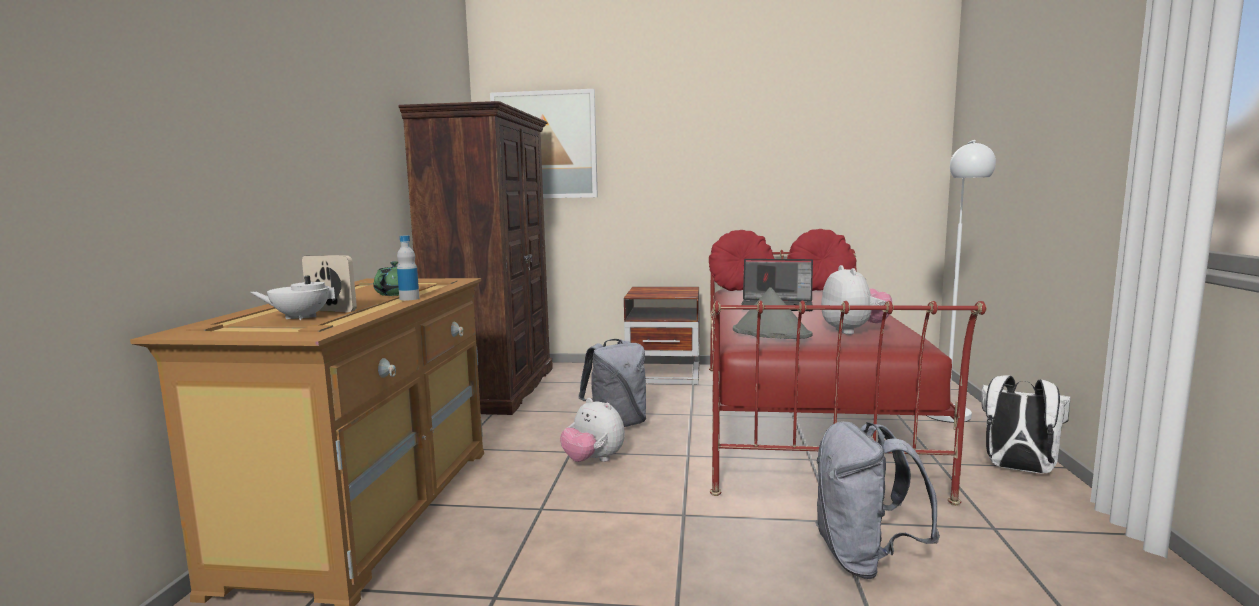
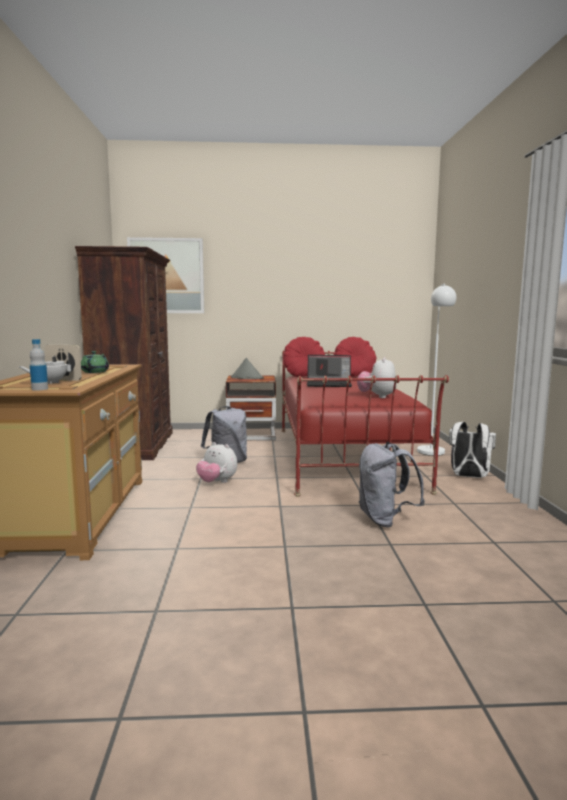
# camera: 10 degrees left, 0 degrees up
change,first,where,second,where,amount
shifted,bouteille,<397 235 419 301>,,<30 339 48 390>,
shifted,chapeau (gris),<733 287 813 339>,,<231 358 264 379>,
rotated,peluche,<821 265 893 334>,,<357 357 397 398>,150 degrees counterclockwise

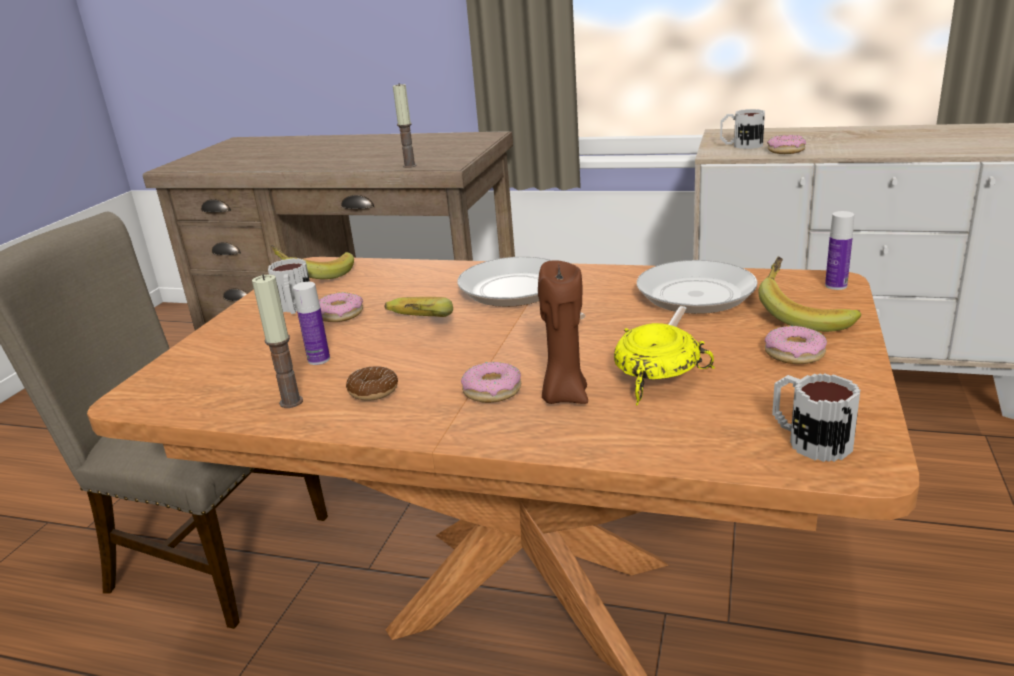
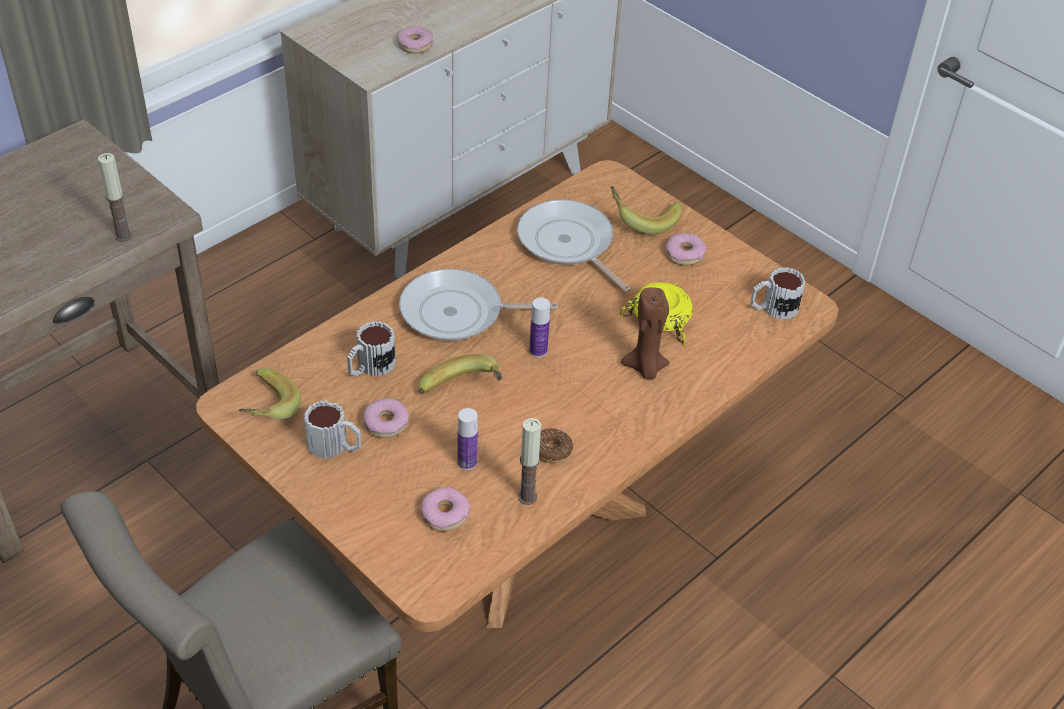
# camera: 65 degrees left, 20 degrees up
change,first,where,second,where,amount
shifted,mug,<720 109 765 149>,,<347 321 395 377>,
shifted,beignet,<461 362 521 403>,,<421 487 470 532>,
shifted,bouteille,<825 211 854 290>,,<529 297 550 357>,

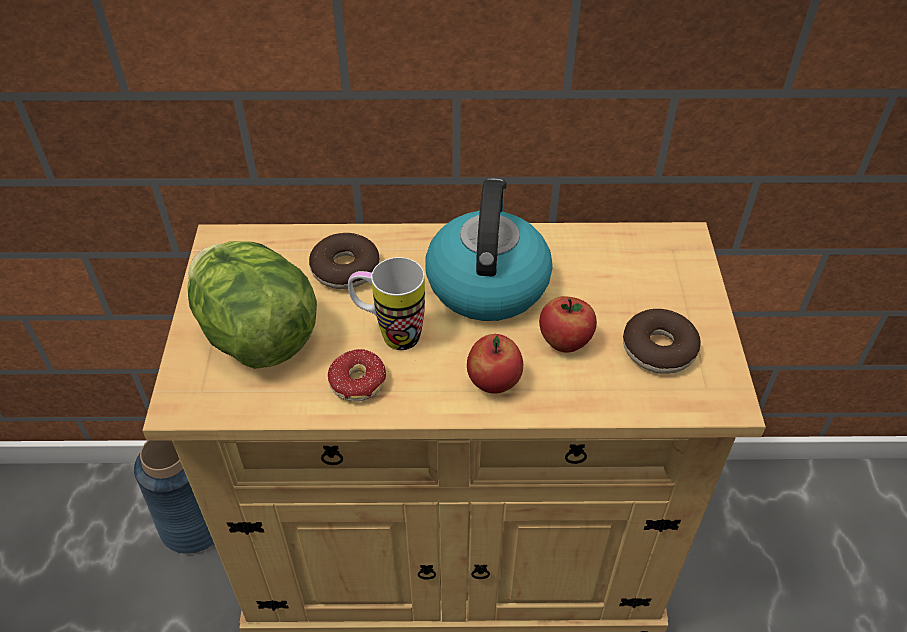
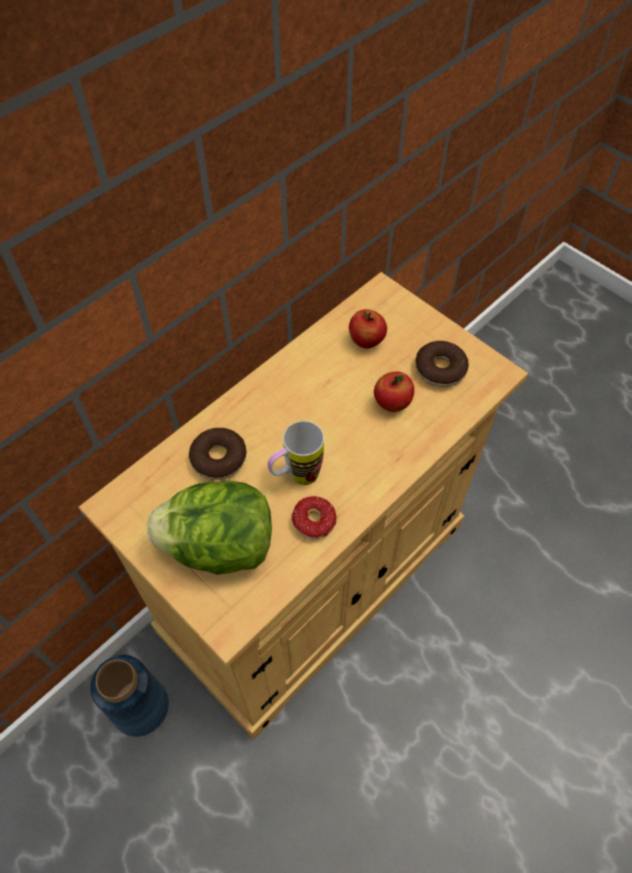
# camera: 45 degrees left, 10 degrees up
change,first,where,second,where,amount
shifted,pomme,<467 334 523 394>,,<349 309 387 348>,
gone,bouilloire,<425 178 553 321>,,,

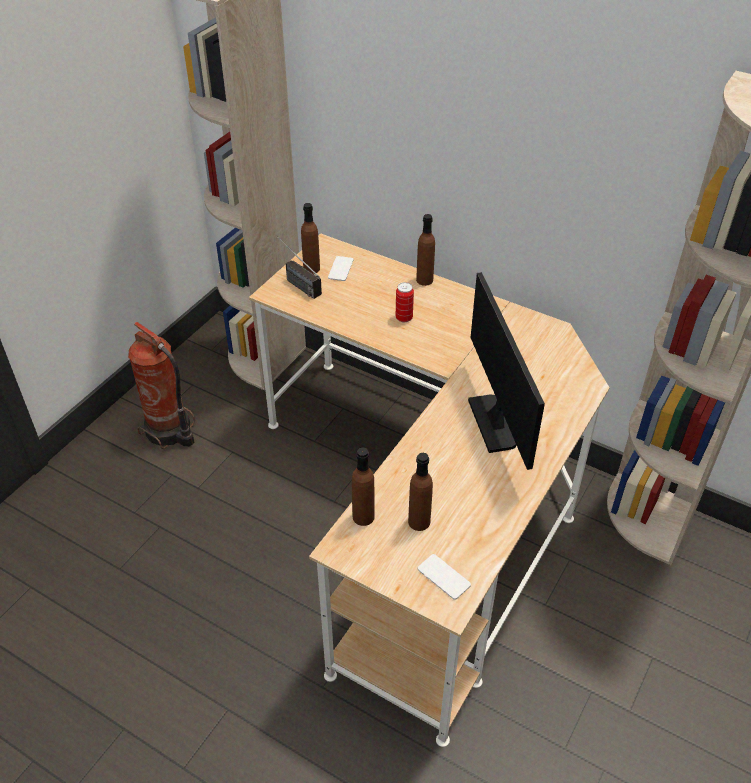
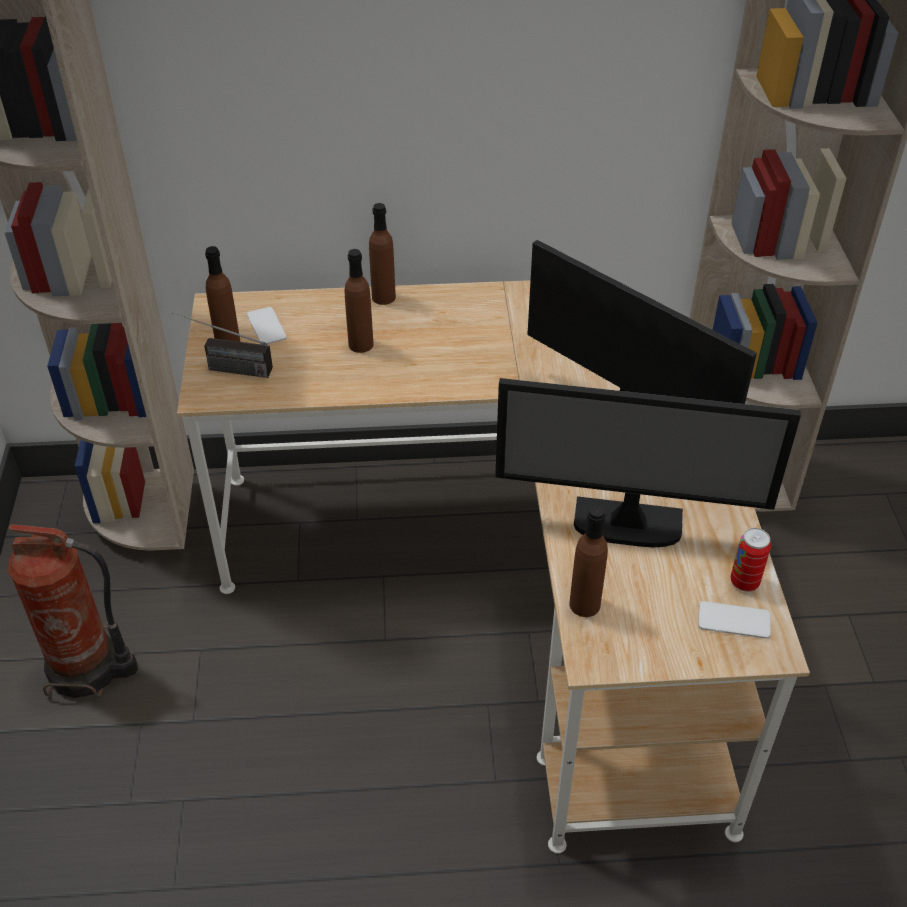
# camera: 35 degrees left, 0 degrees up
change,first,where,second,where,amount
shifted,bouteille (marron),<408 453 433 531>,,<345 249 374 353>,
new,,,écran d'ordinateur,<495 378 801 547>,
shifted,boîte métallique,<396 282 414 322>,,<731 528 771 592>,

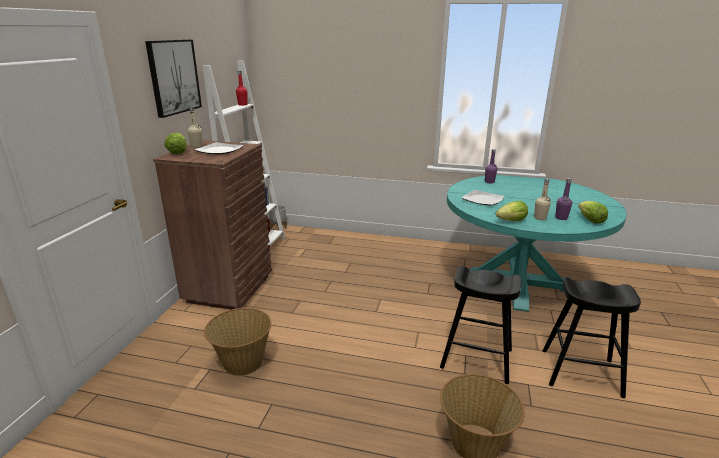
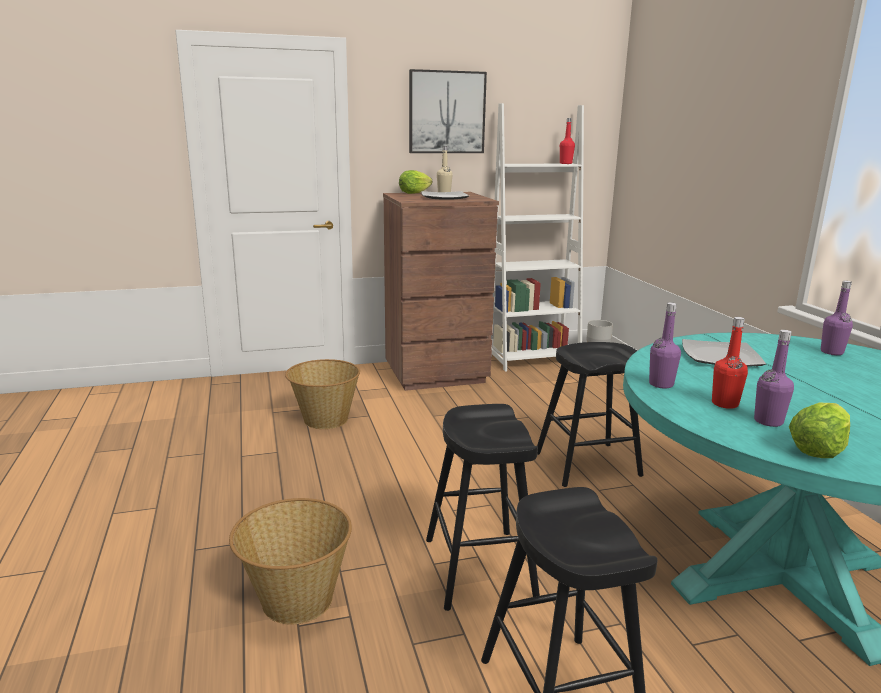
# camera: 60 degrees right, 5 degrees down
change,first,where,second,where,amount
new,,,tabouret (noir),<537 342 644 487>,
swapped,laitue,<496 201 528 221>,bouteille (violet),<649 303 681 389>,
repainted,bouteille (beige),<534 178 551 220>,bouteille (rouge),<712 317 748 409>,

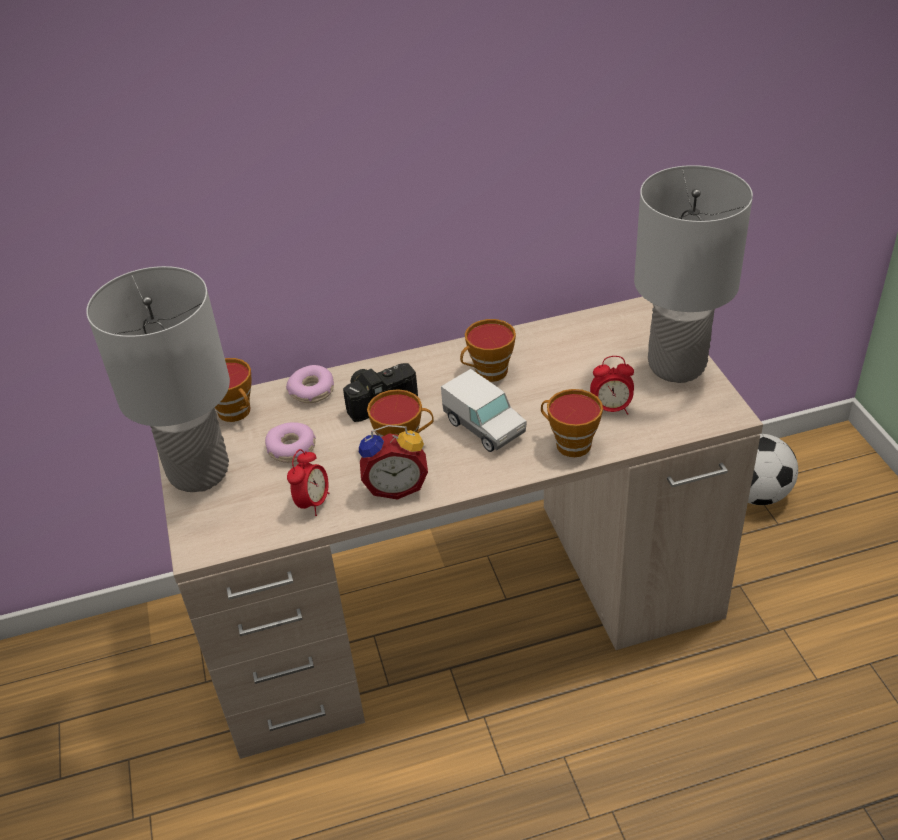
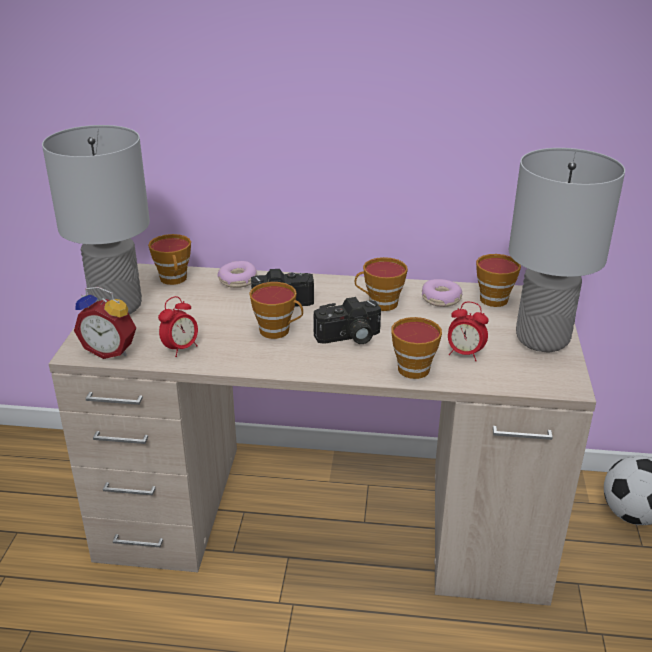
# camera: 20 degrees right, 10 degrees down
change,first,where,second,where,amount
shifted,réveil,<359 425 428 500>,,<74 287 136 359>,
swapped,camion jouet,<441 369 526 452>,appareil photo,<314 297 381 344>,
shifted,beignet,<265 422 316 463>,,<422 279 463 307>,
new,,,tasse,<476 254 521 307>,

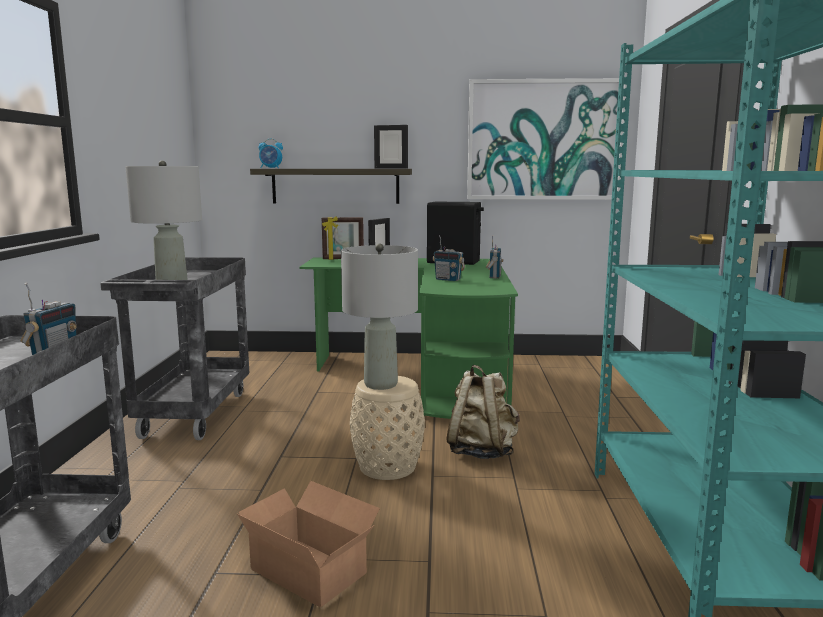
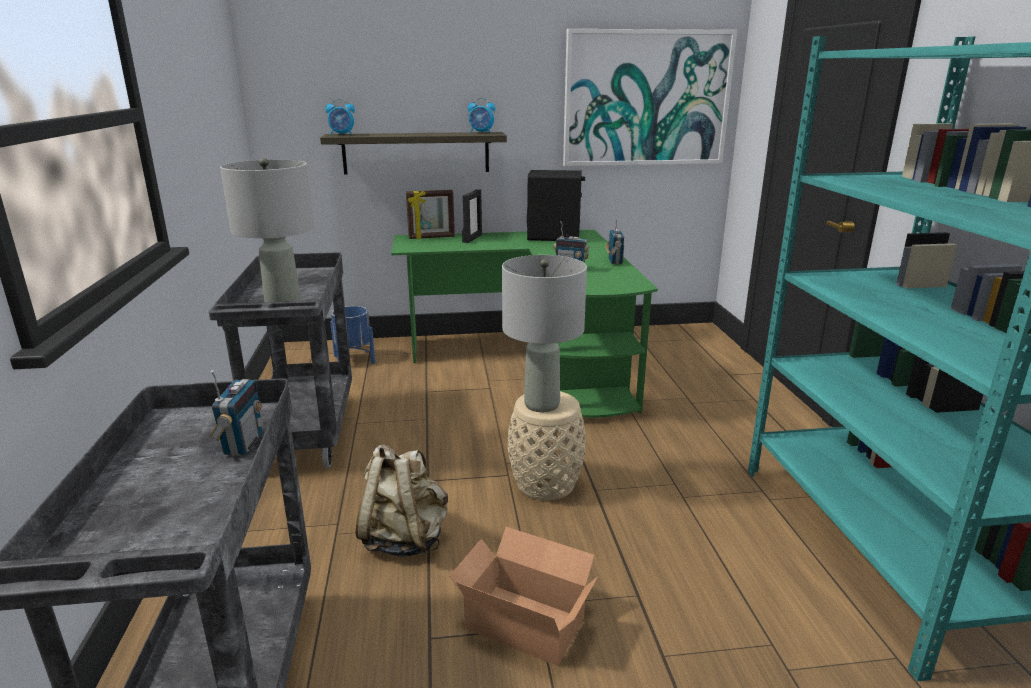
# camera: 10 degrees left, 10 degrees up
change,first,where,second,where,amount
new,,,cache-pot (bleu),<330 306 375 364>,
shifted,sac à dos (beige),<446 365 519 459>,,<356 445 448 557>,
swapped,cadre photo,<374 125 408 168>,réveil,<468 98 495 133>,

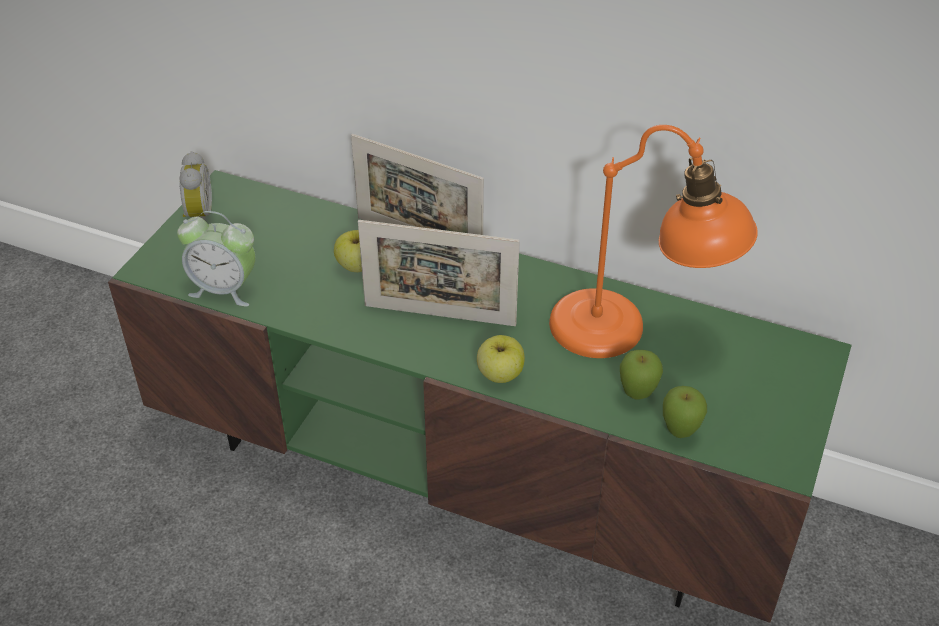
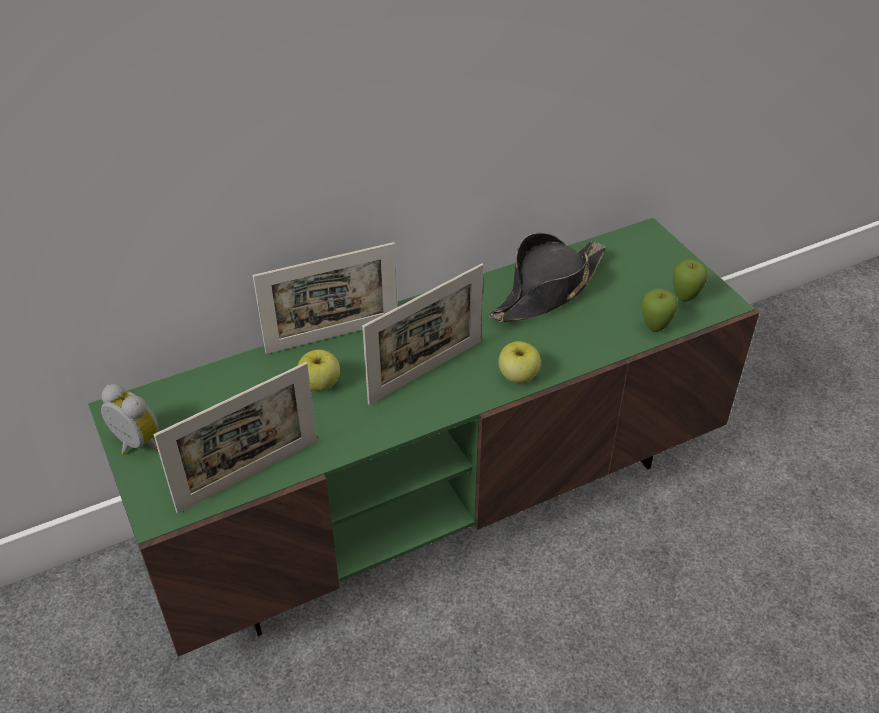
# camera: 50 degrees left, 0 degrees up
change,first,where,second,where,amount
swapped,réveil,<177 211 255 306>,cadre photo,<154 362 317 513>,
swapped,lampe de table (orange),<549 125 758 358>,chapeau (noir),<489 233 606 322>,
shifted,pomme,<620 350 663 400>,,<673 259 708 302>,

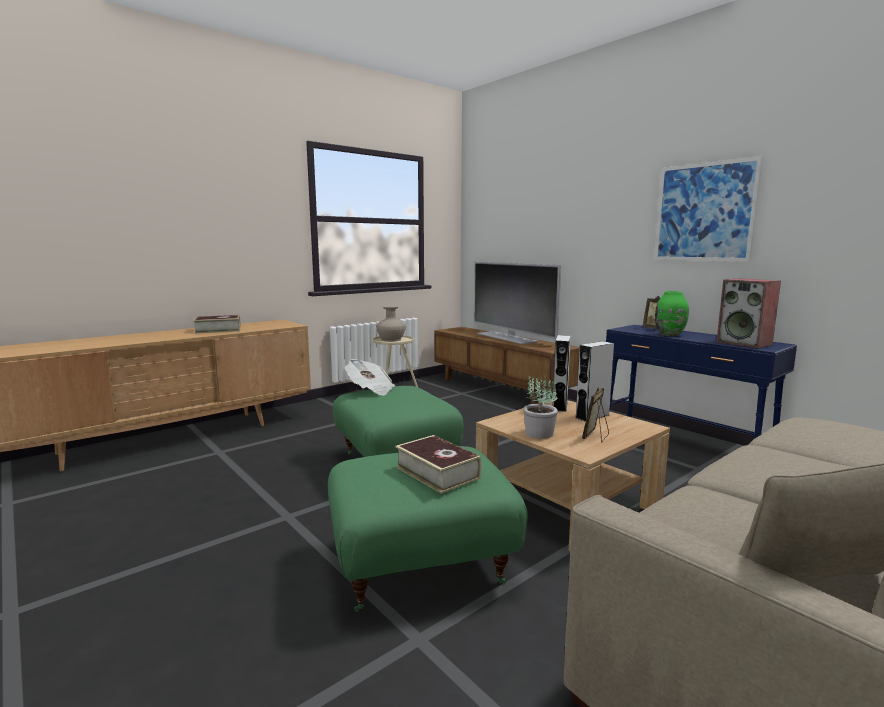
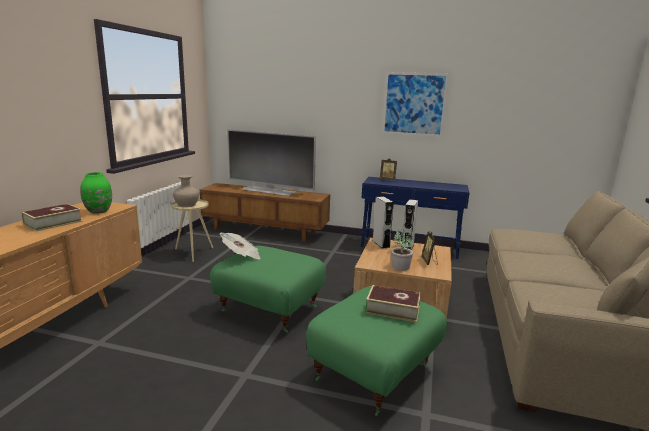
# camera: 35 degrees left, 5 degrees up
change,first,where,second,where,amount
shifted,vase (vert),<655 291 689 336>,,<80 172 112 214>,
gone,enceinte,<716 279 781 348>,,,

